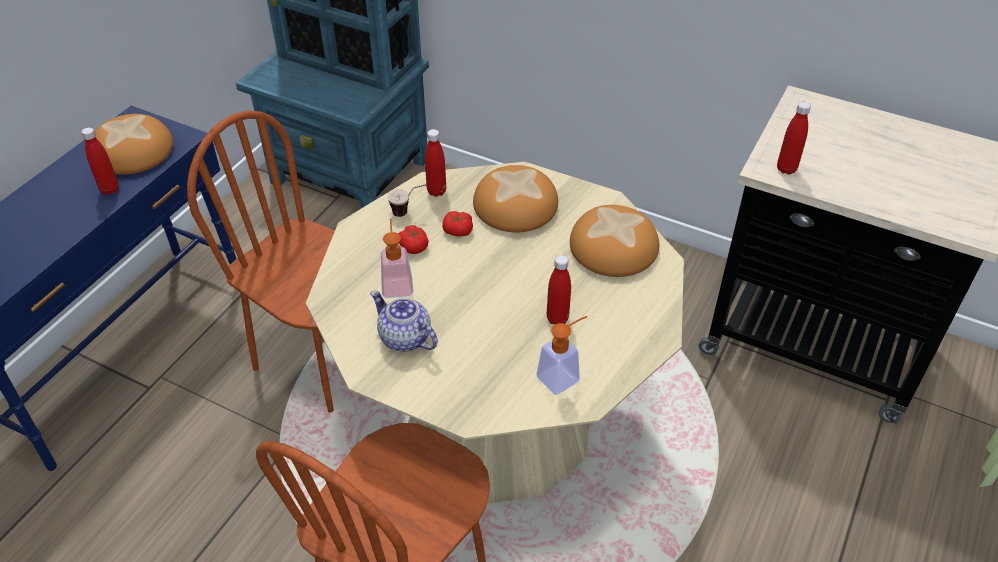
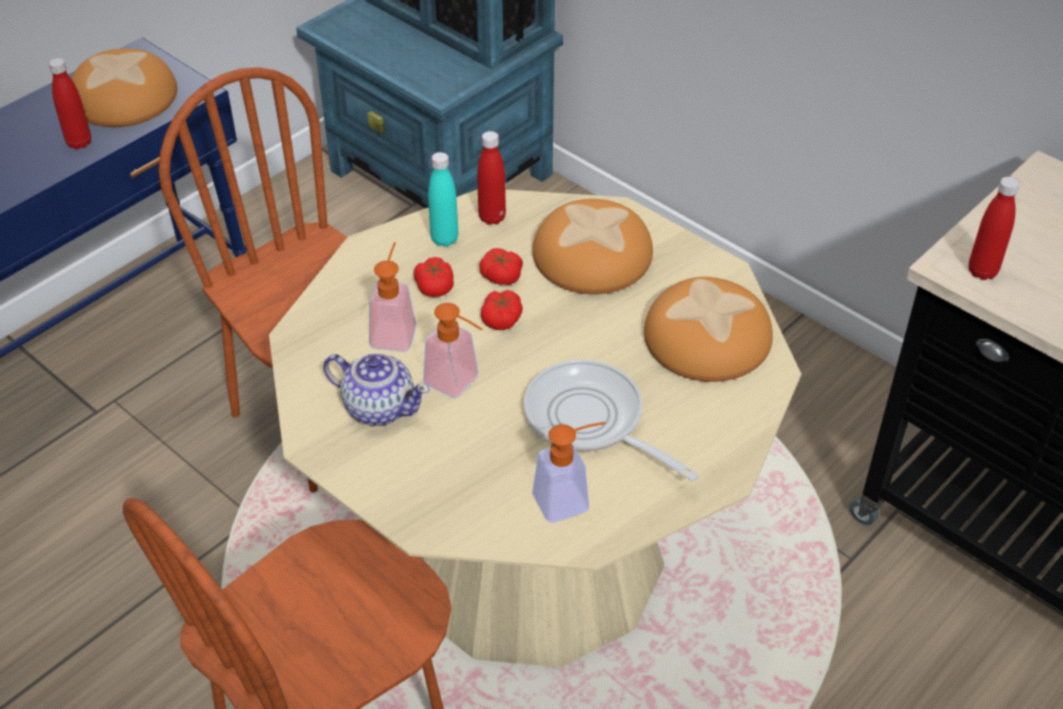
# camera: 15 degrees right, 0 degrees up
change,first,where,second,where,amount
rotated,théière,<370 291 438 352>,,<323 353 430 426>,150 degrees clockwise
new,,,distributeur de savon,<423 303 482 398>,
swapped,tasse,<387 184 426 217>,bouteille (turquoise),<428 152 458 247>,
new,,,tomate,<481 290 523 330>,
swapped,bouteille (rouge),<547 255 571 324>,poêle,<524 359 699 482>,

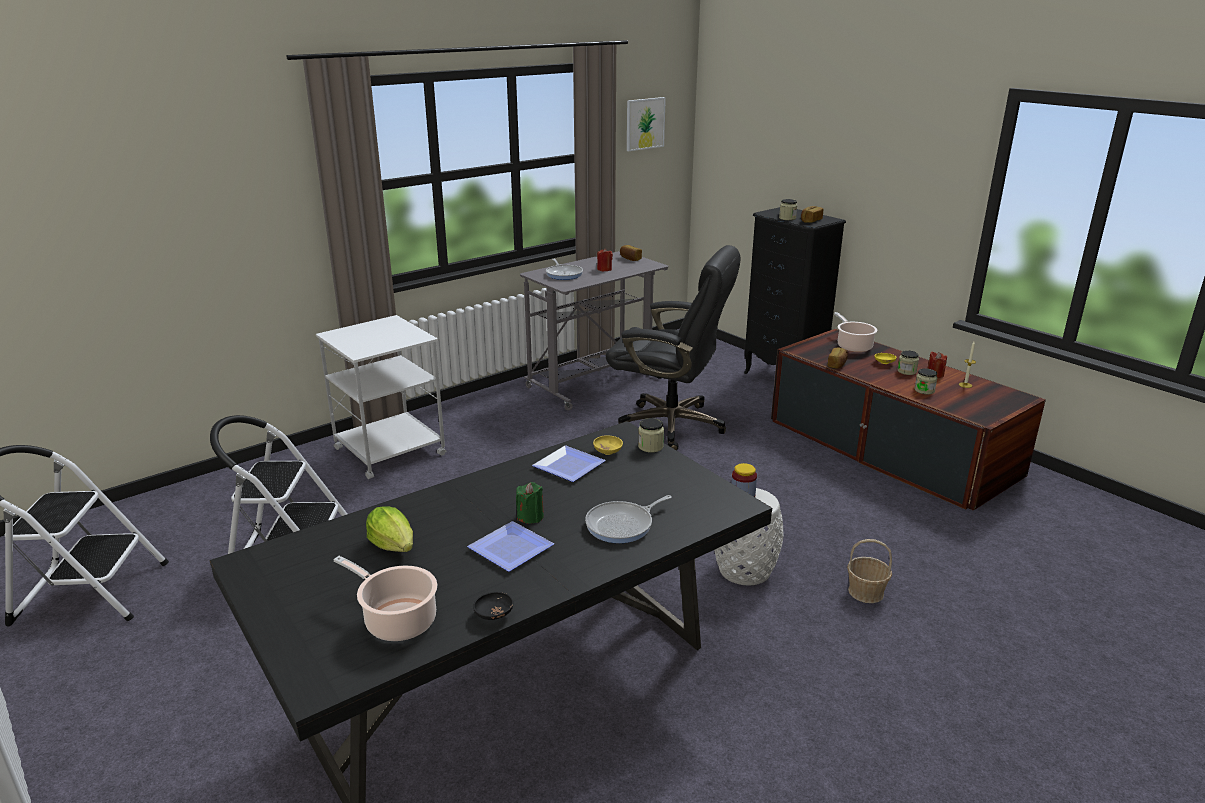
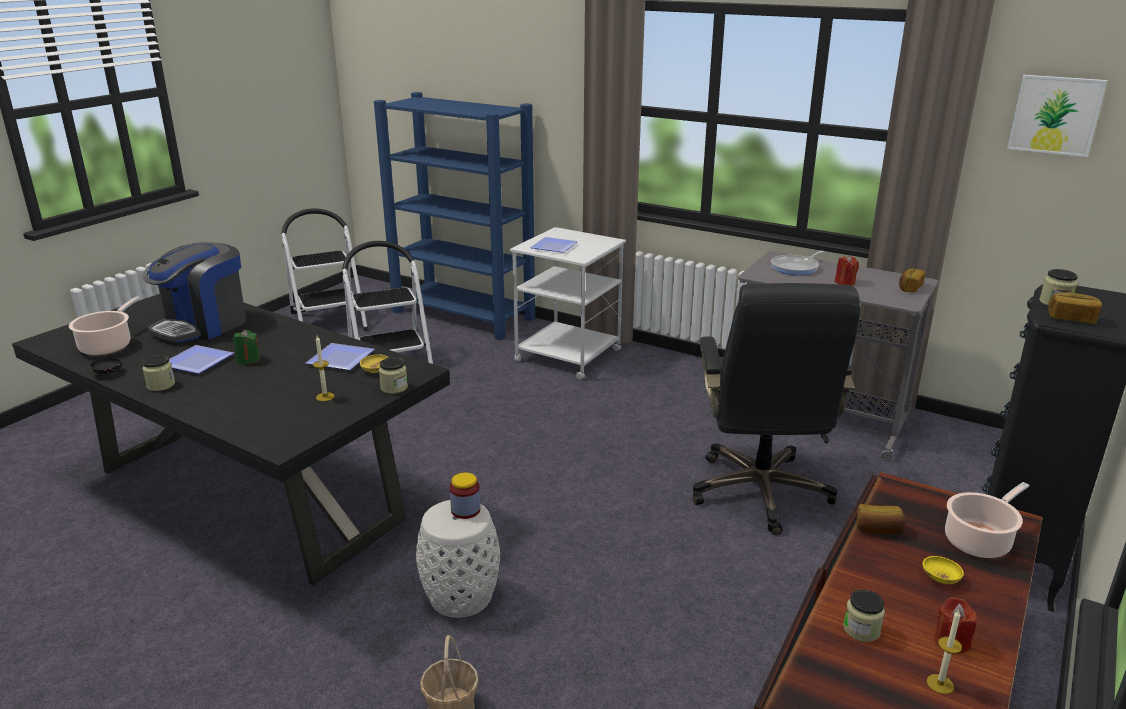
# camera: 70 degrees right, 0 degrees up
change,first,where,second,where,amount
swapped,laitue,<366 506 413 552>,machine à café,<142 242 246 343>,
shifted,bocal,<897 350 919 375>,,<142 355 175 391>,
new,,,bougie,<313 336 335 401>,
new,,,bibliothèque (bleu),<374 92 535 340>,
new,,,assiette,<530 237 578 253>,
gone,poêle,<585 495 672 543>,,,

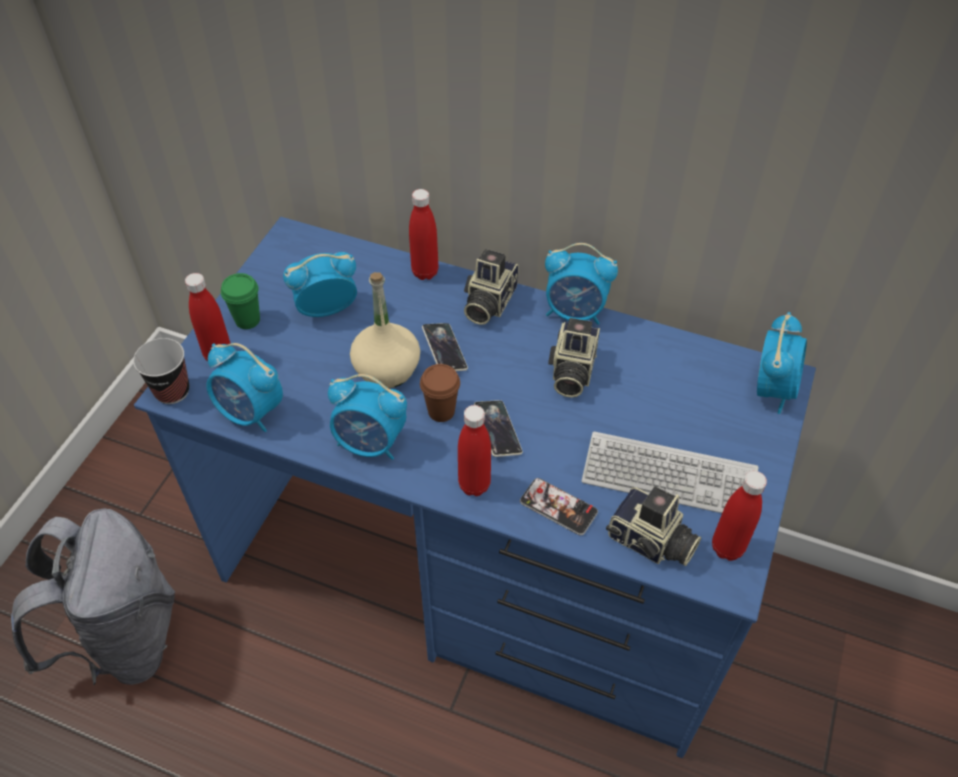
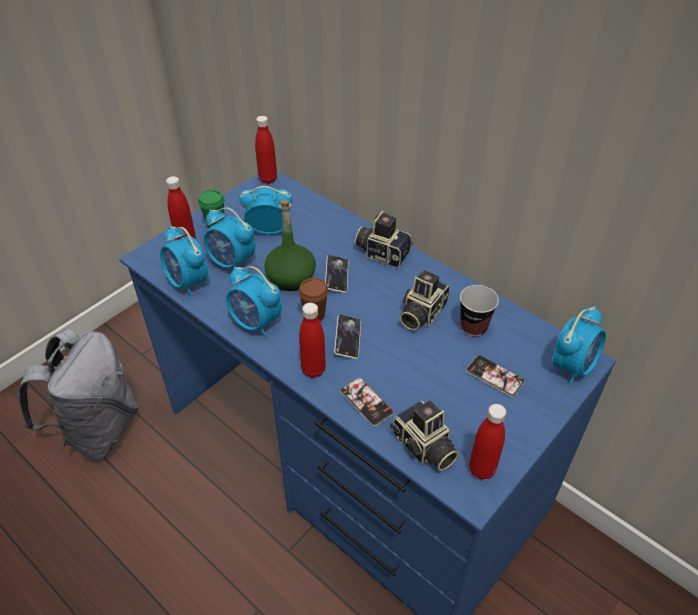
# camera: 20 degrees right, 5 degrees down
change,first,where,second,where,amount
shifted,réveil,<545 243 618 325>,,<204 207 255 268>,
shifted,bouteille (rouge),<409 189 439 280>,,<255 116 277 184>,
repainted,bouteille (beige),<350 272 420 388>,bouteille (vert),<264 200 316 291>,
rotated,appareil photo,<464 249 519 325>,,<355 211 413 268>,75 degrees clockwise
shifted,tasse,<133 338 190 404>,,<460 285 499 336>,
new,,,téléphone,<466 355 525 397>,
gone,clavier,<582 431 758 513>,,,

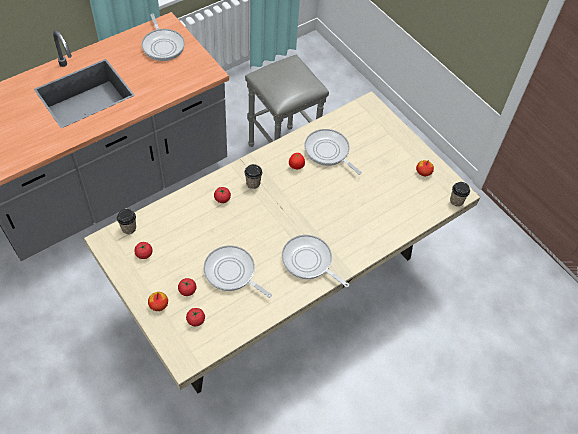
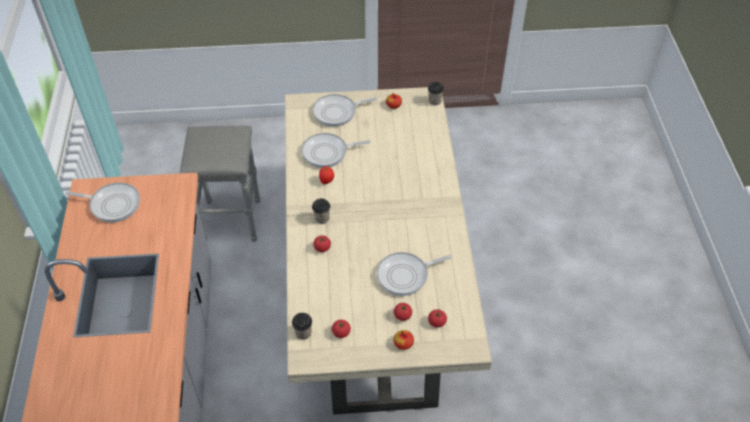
# camera: 55 degrees left, 5 degrees down
change,first,where,second,where,amount
shifted,poêle,<282 235 349 288>,,<312 94 377 127>,

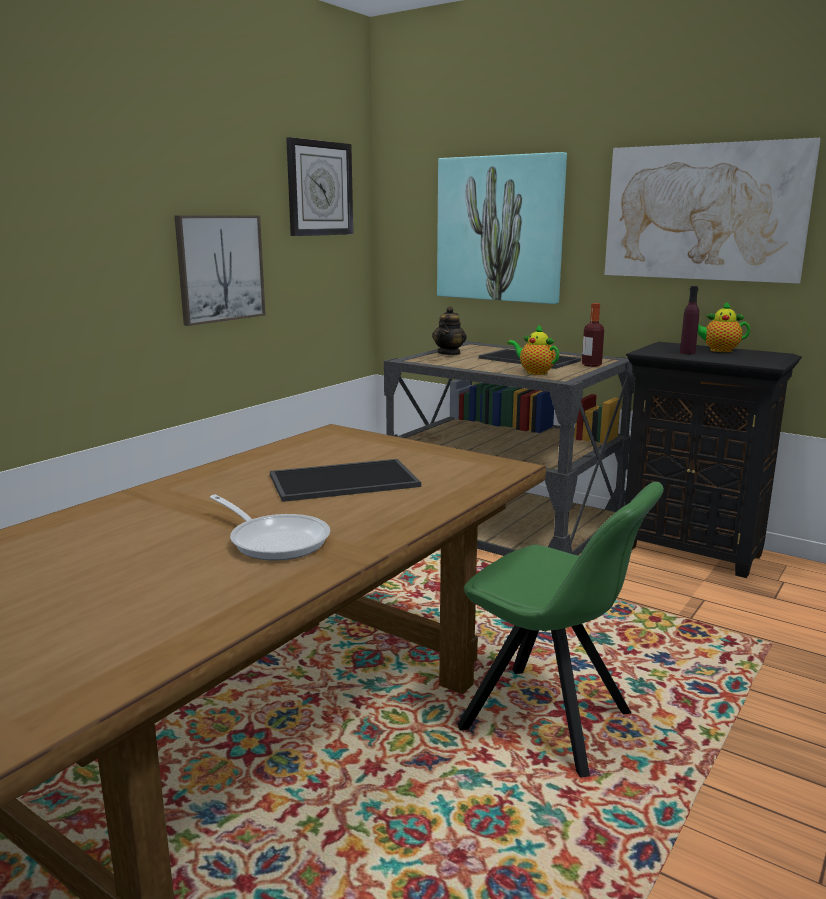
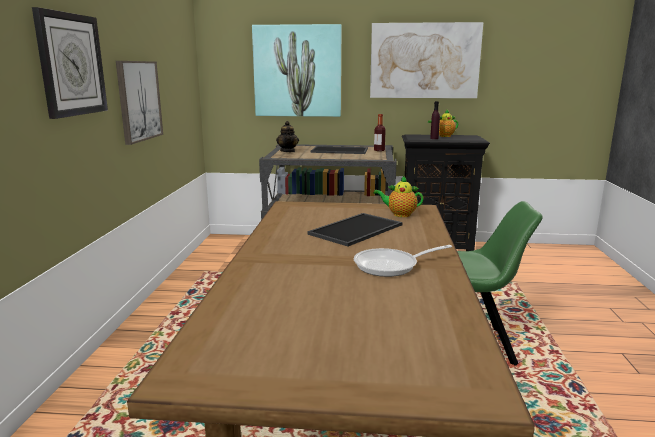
# camera: 30 degrees left, 0 degrees up
change,first,where,second,where,amount
shifted,horloge murale,<286 137 353 236>,,<32 7 108 119>,
rotated,poêle,<210 495 330 561>,,<354 245 452 277>,150 degrees clockwise
shifted,théière,<508 324 559 375>,,<374 176 424 217>,

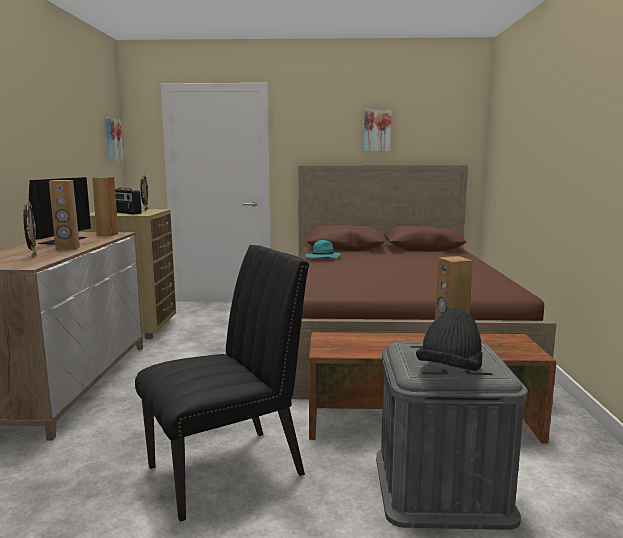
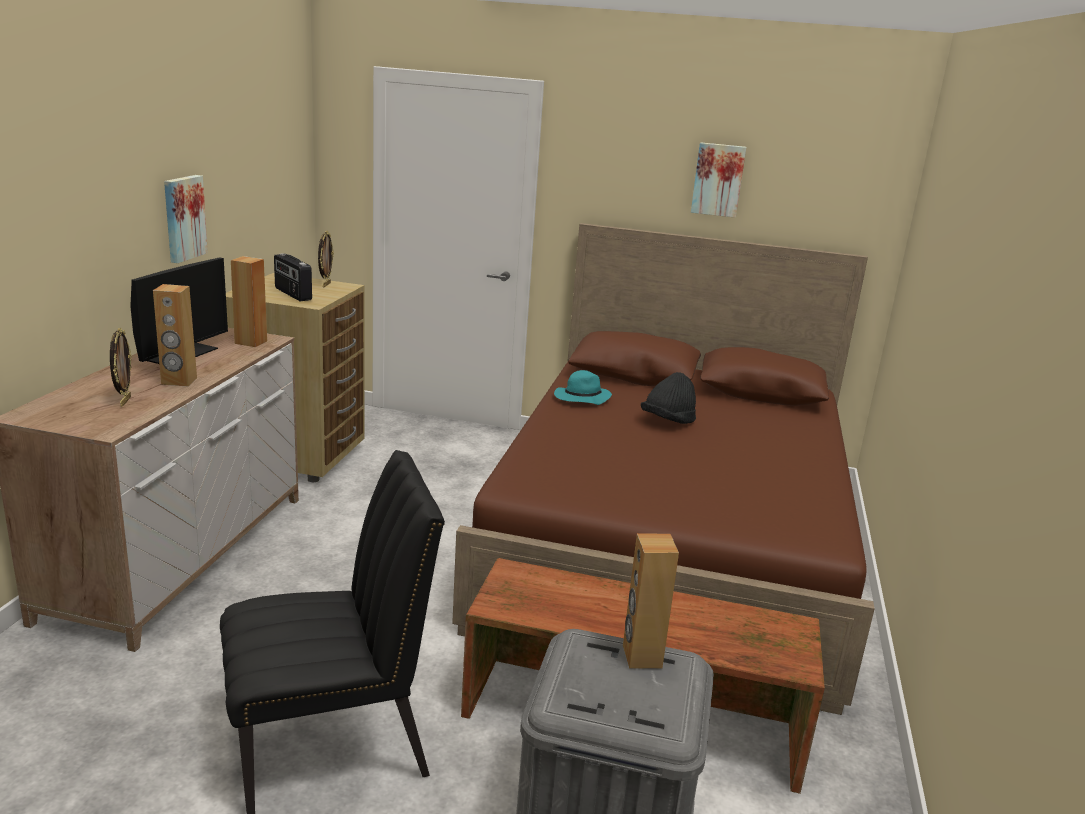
# camera: 10 degrees right, 10 degrees up
change,first,where,second,where,amount
shifted,tableau,<105 118 124 162>,,<164 175 208 263>,
shifted,chapeau (noir),<416 307 483 371>,,<641 372 696 424>,

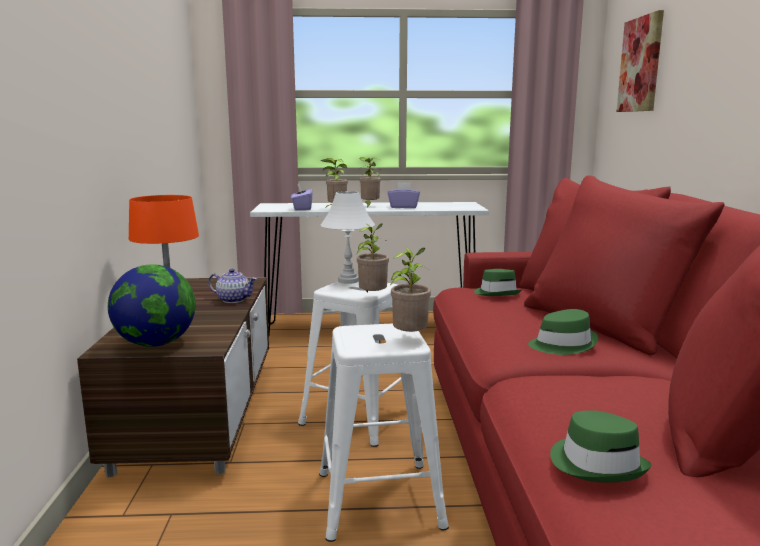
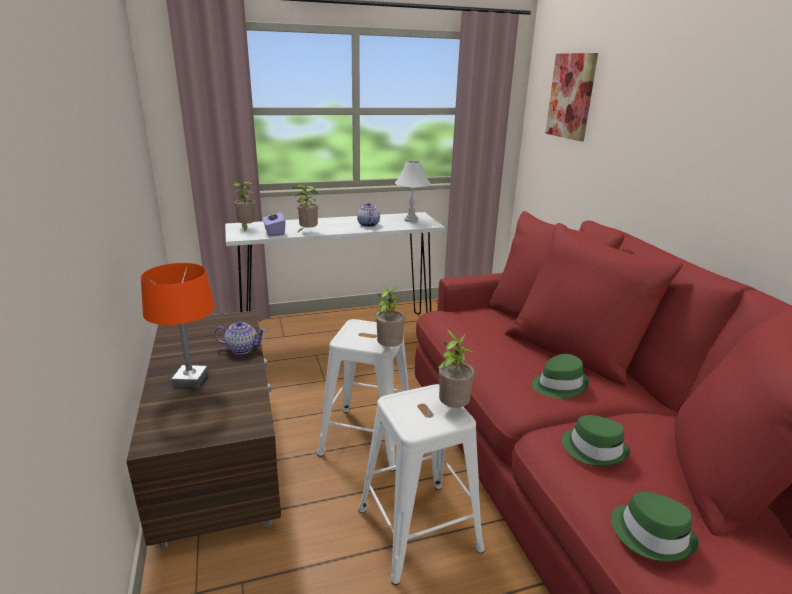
# camera: 15 degrees left, 10 degrees up
change,first,where,second,where,amount
shifted,plante en pot,<359 157 381 207>,,<232 181 256 232>,
swapped,boîte à mouchoirs (violet),<388 182 420 208>,théière,<357 203 380 227>,
shifted,lampe de table (blanc),<321 191 375 284>,,<395 161 431 222>,
shifted,chapeau (vert),<474 269 522 296>,,<562 415 630 467>,
gone,globe,<108 264 195 347>,,,

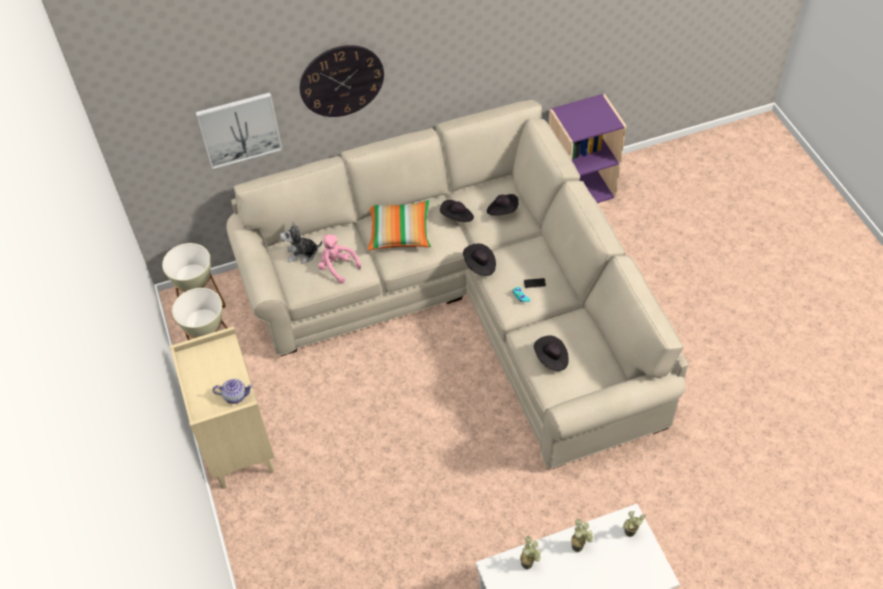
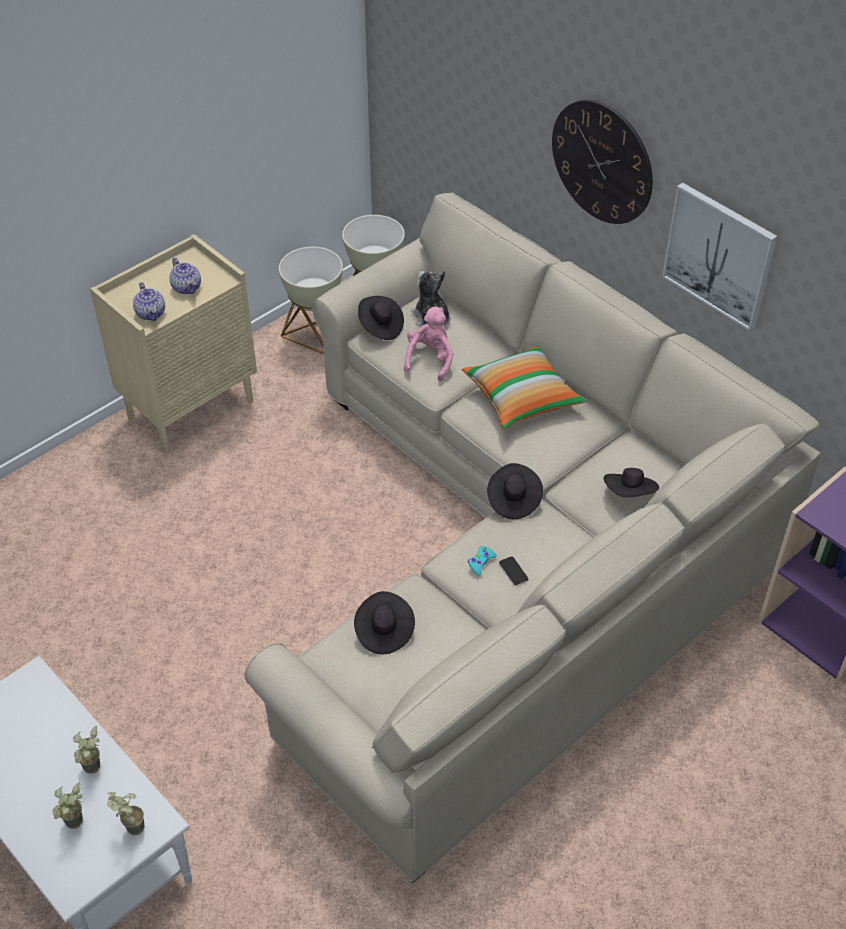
# camera: 65 degrees right, 5 degrees down
change,first,where,second,where,amount
shifted,plante en pot,<520 536 541 569>,,<53 782 83 829>,
new,,,théière,<169 258 201 294>,
shifted,chapeau (noir),<440 200 474 222>,,<358 296 404 340>,
shifted,tableau,<196 93 283 170>,,<662 183 777 331>,

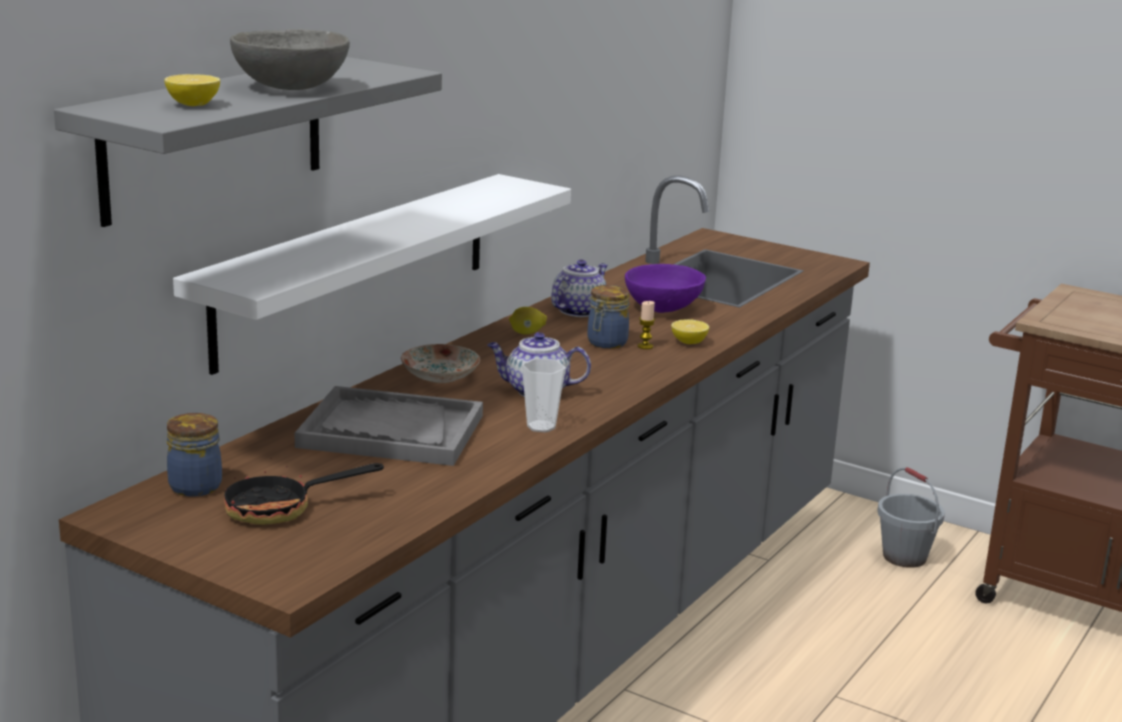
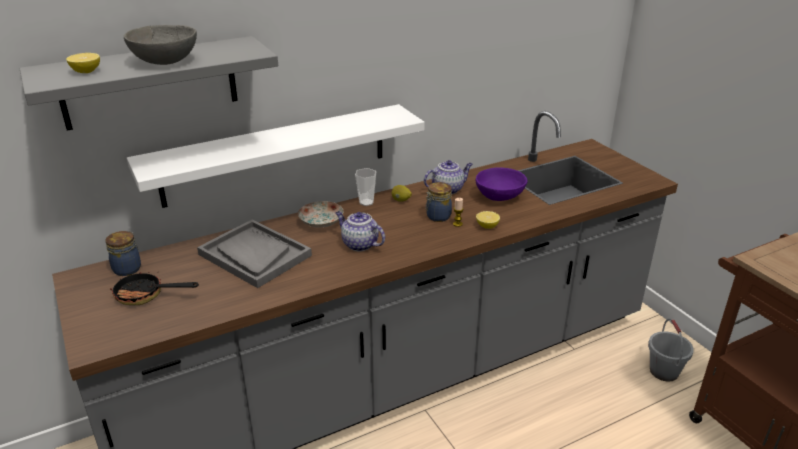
# camera: 30 degrees right, 10 degrees up
change,first,where,second,where,amount
shifted,tasse,<522 358 566 433>,,<355 168 377 206>,

